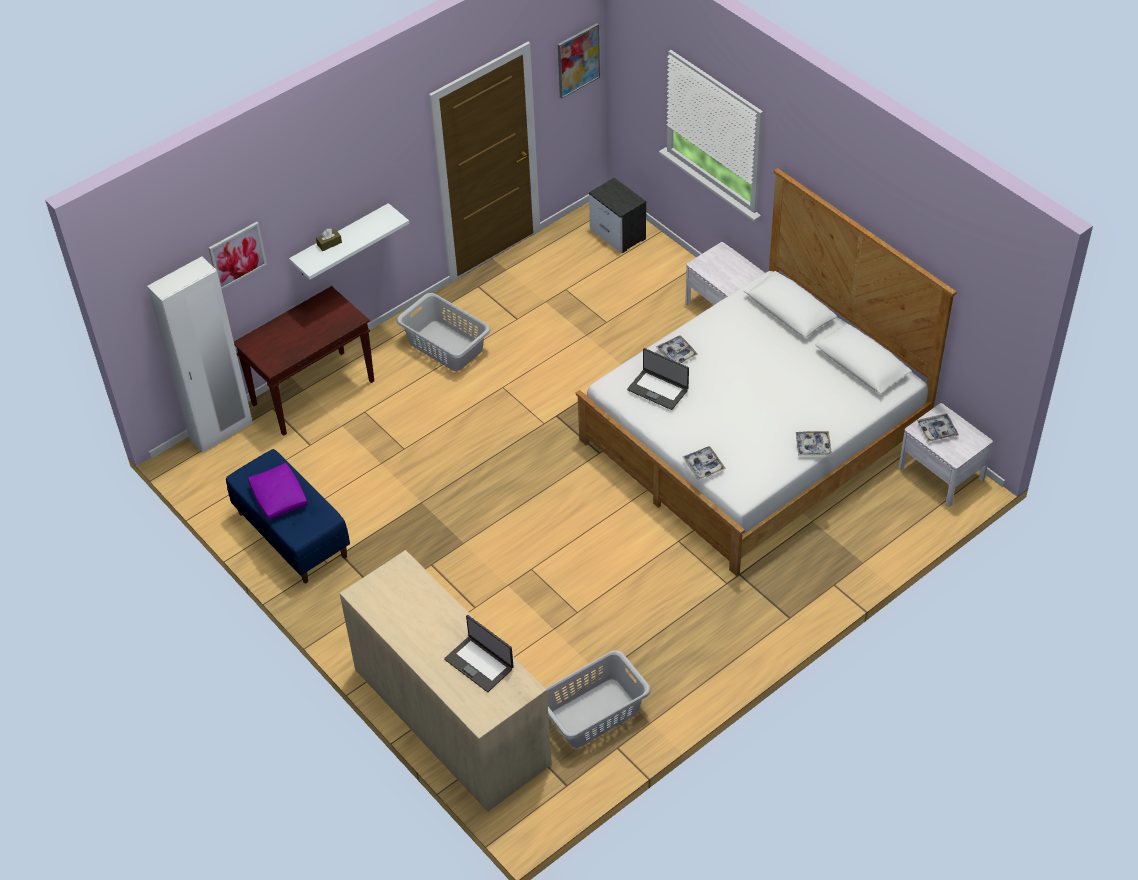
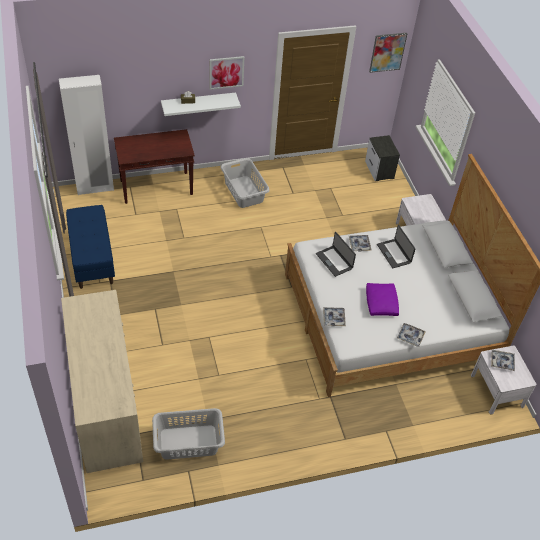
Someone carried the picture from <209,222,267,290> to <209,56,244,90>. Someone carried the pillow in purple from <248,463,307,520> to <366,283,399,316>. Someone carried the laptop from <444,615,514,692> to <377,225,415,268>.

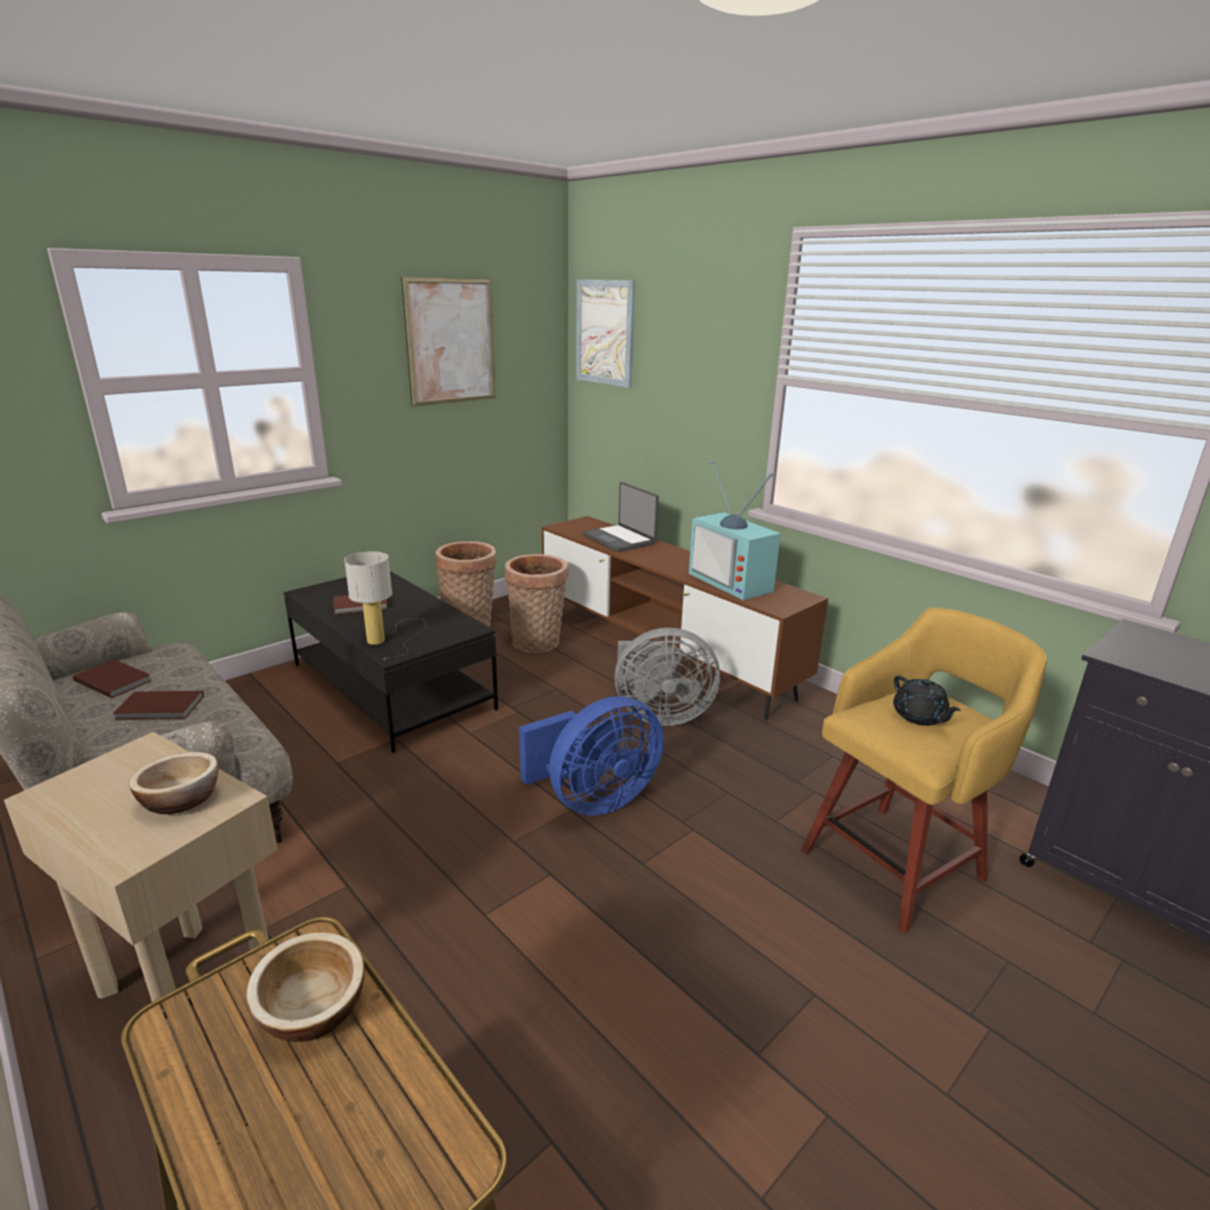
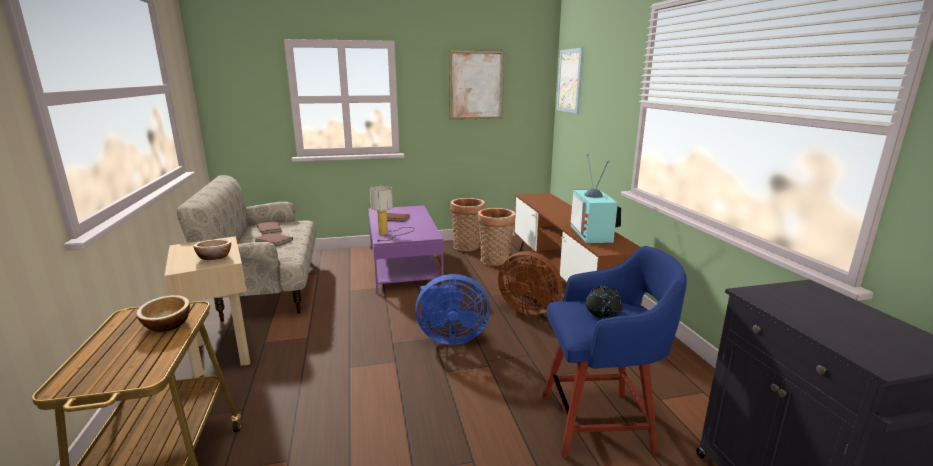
Someone took away the laptop at <583,482,659,552>. Someone repainted the coffee table in black at <283,571,498,753>, which became the coffee table in purple at <368,205,444,293>. Someone repainted the stool in yellow at <801,608,1047,934>, which became the stool in blue at <542,246,687,457>. Someone repainted the fan in grey at <614,628,720,726>, which became the fan in brown at <498,251,562,315>.

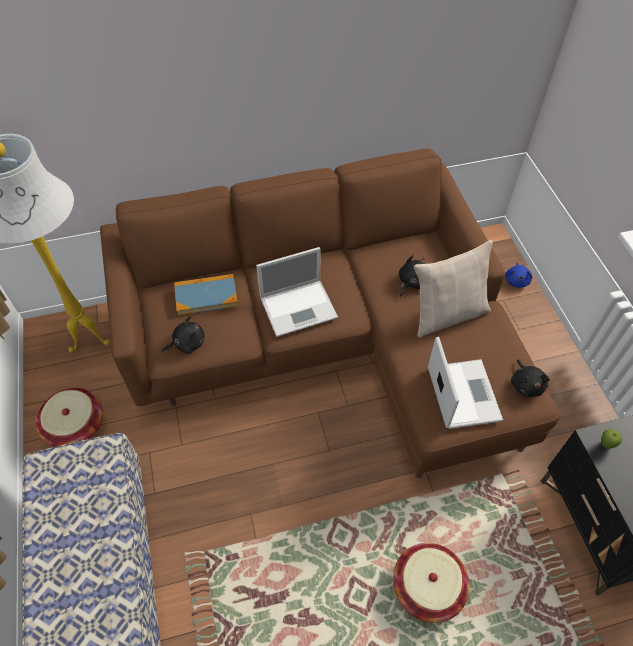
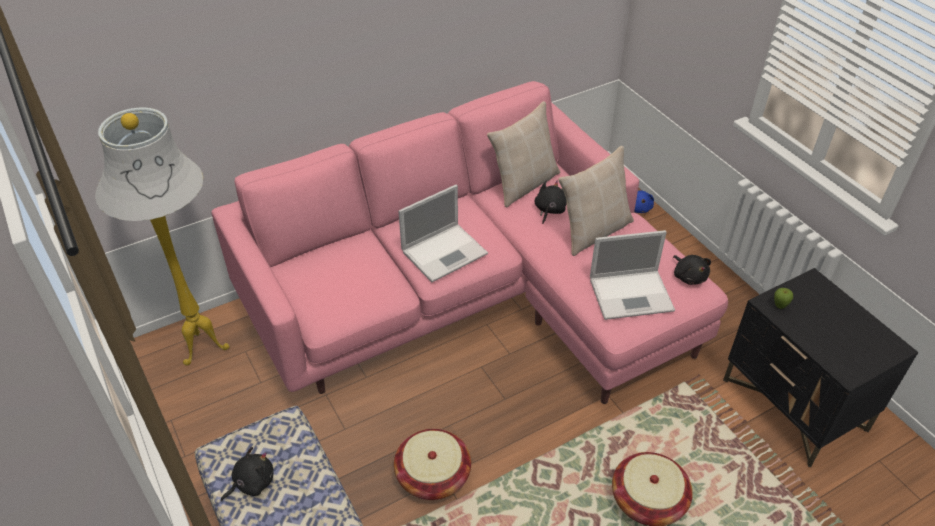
Someone repainted the sofa in brown at <100,148,559,478>, which became the sofa in pink at <211,81,728,404>. Someone took away the book at <174,274,238,316>. Someone carried the plush toy in black from <161,316,204,354> to <221,447,274,501>. Someone rotated the laptop at <428,337,503,429> by 105 degrees clockwise. Someone carried the basket from <36,388,103,447> to <394,429,471,500>. Someone put down the pillow in beige at <487,101,560,207>.

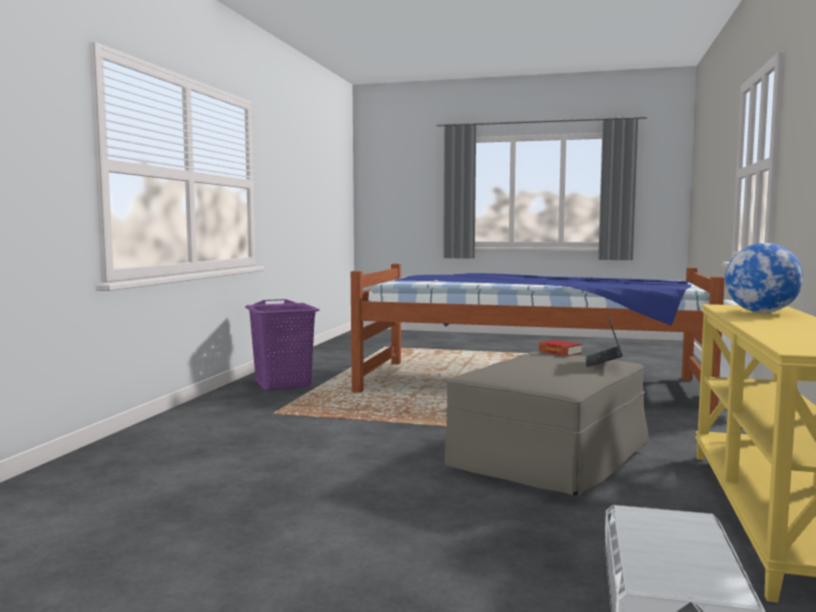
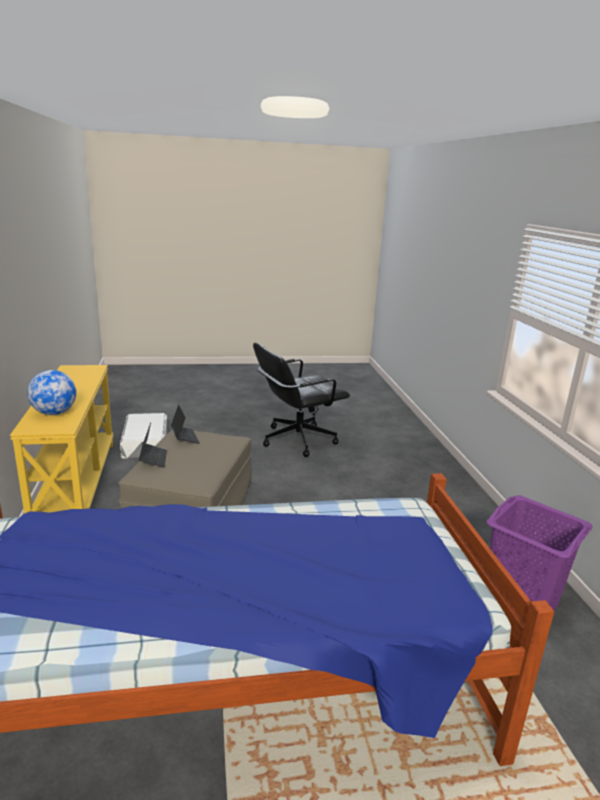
Someone took away the book at <539,340,582,356>. Someone put down the office chair in black at <253,343,350,457>. Someone put down the laptop at <171,404,200,444>.

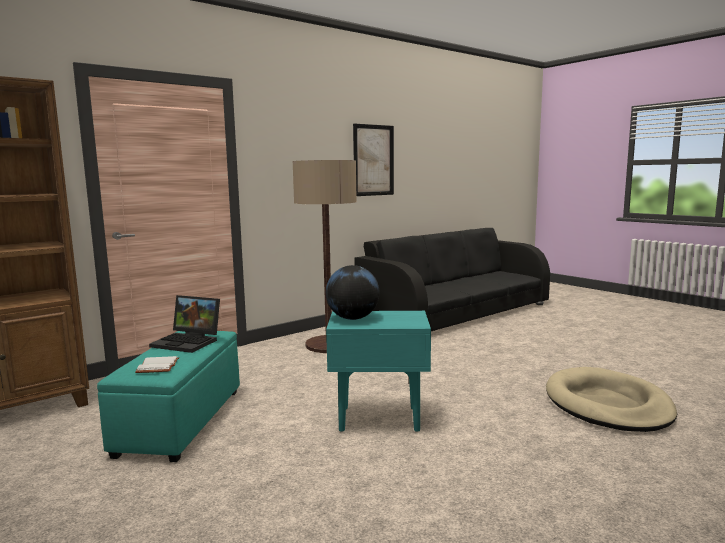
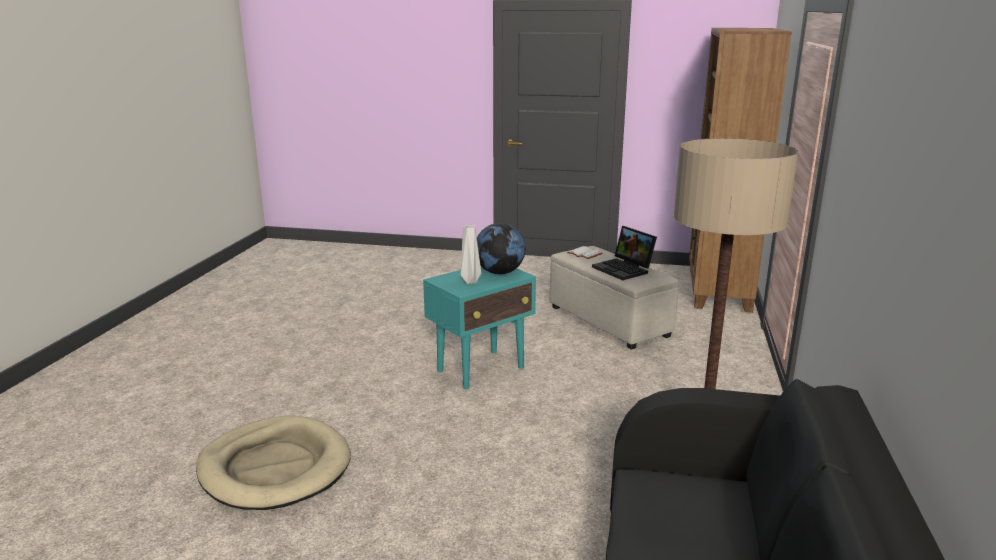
Someone took away the picture at <353,124,394,196>. Someone rotated the laptop at <149,295,220,353> by 105 degrees counterclockwise. Someone repainted the ottoman in turquoise at <97,331,240,462>, which became the ottoman in beige at <550,246,679,350>. Someone put down the vase in grey at <461,225,481,284>.

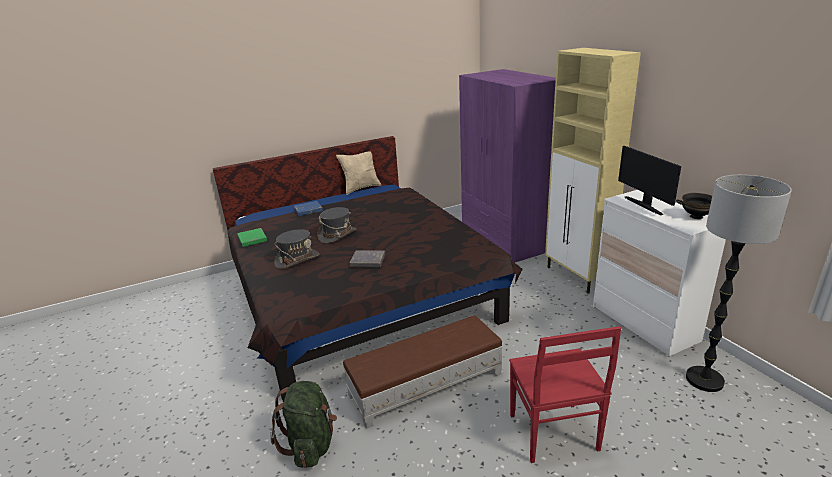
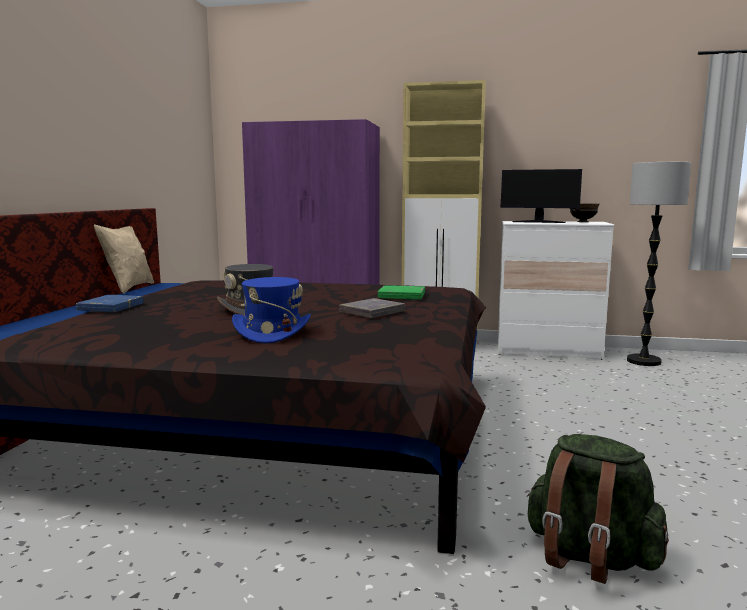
Someone carried the book in green from <237,228,267,247> to <378,285,425,299>. Someone repainted the hat in grey at <274,229,319,269>, which became the hat in blue at <232,277,311,343>. Someone took away the ottoman in brown at <343,315,503,429>. Someone took away the chair in red at <509,326,621,463>.

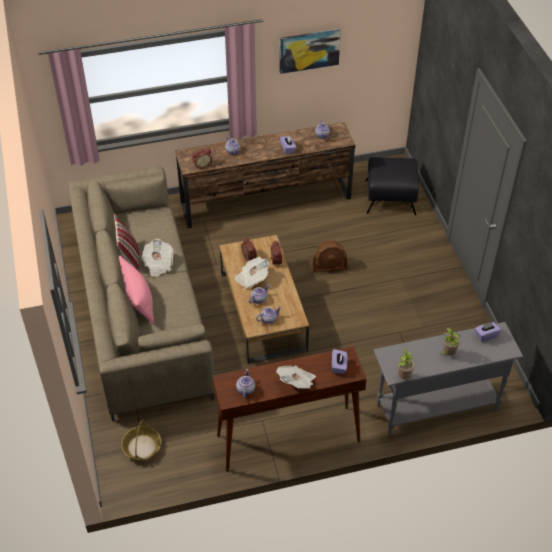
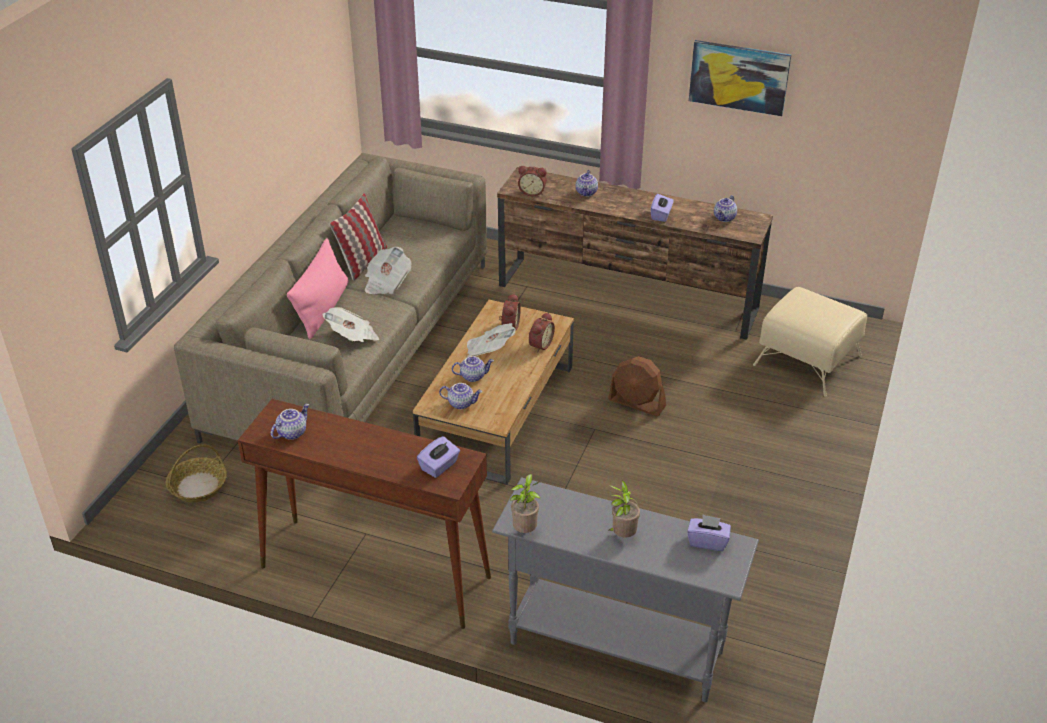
Someone repainted the ottoman in black at <366,157,419,215>, which became the ottoman in beige at <753,287,867,397>. Someone carried the newspaper from <276,365,316,389> to <322,307,379,342>.

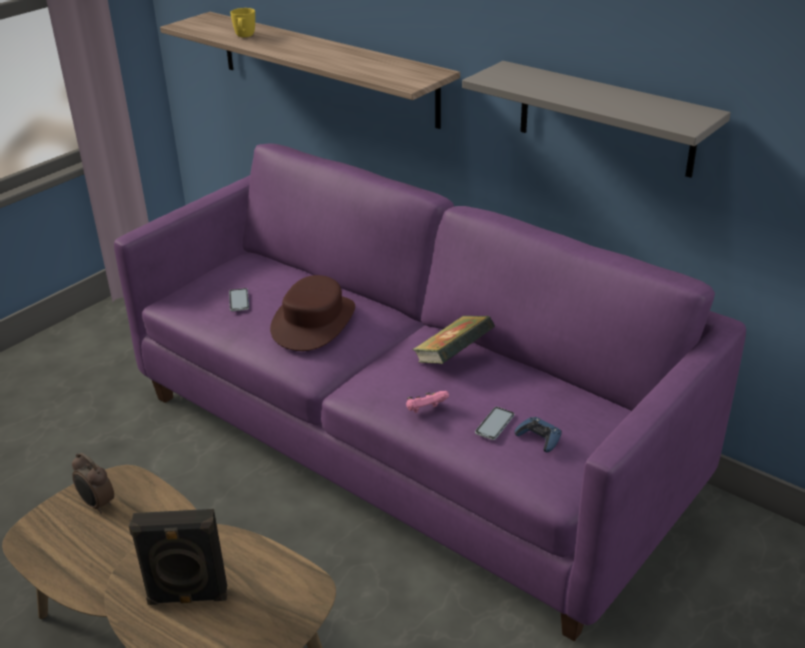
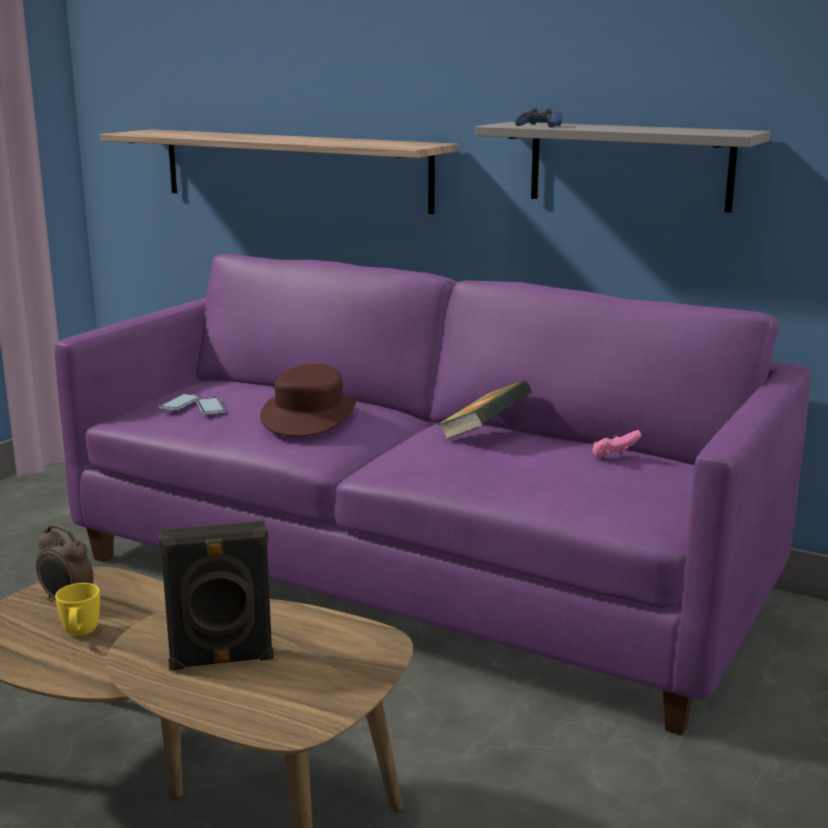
Someone carried the mug in yellow from <230,8,255,38> to <55,583,100,636>. Someone carried the game controller in pink from <406,391,449,413> to <592,430,641,459>. Someone carried the phone from <475,407,515,440> to <159,393,201,410>. Someone carried the game controller in blue from <515,417,562,452> to <515,108,563,127>.

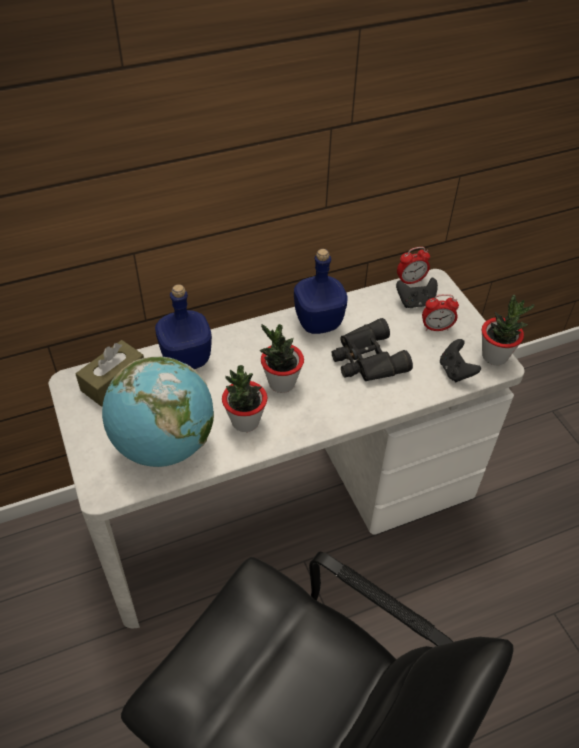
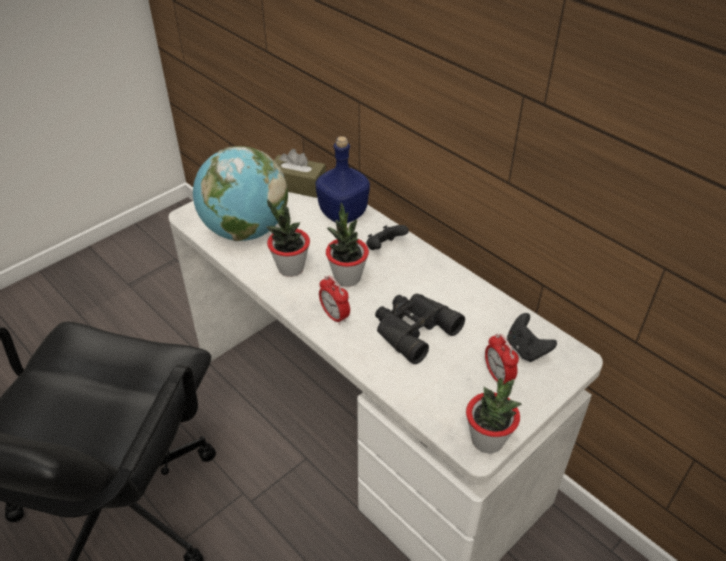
Someone carried the alarm clock from <397,247,430,284> to <319,276,350,325>. Someone took away the bottle in blue at <294,249,348,334>. Someone carried the game controller in black from <440,339,481,382> to <366,225,409,250>.

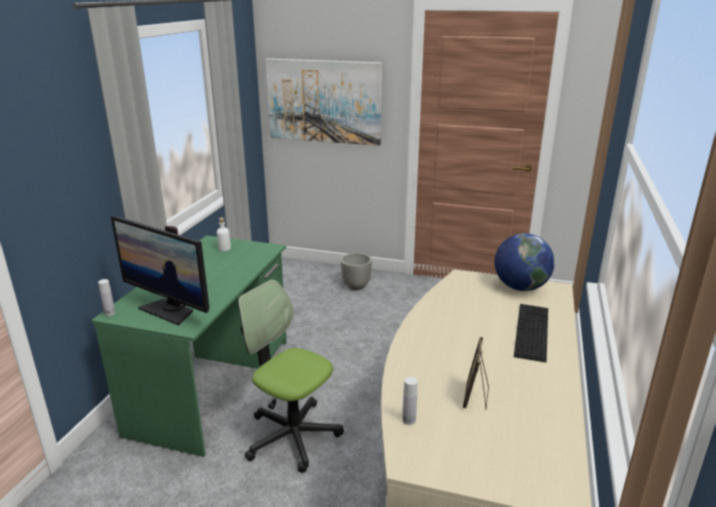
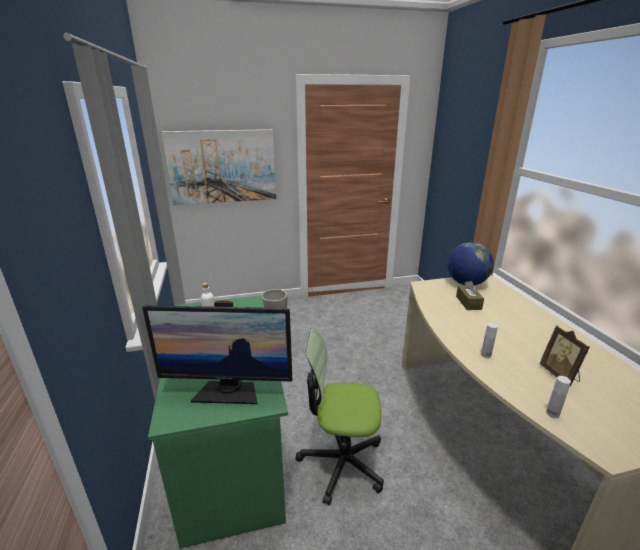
Someone carried the bottle in white from <98,279,115,316> to <481,323,498,358>. Someone took away the keyboard at <514,304,548,362>. Someone put down the tissue box in brown at <456,281,484,310>.

